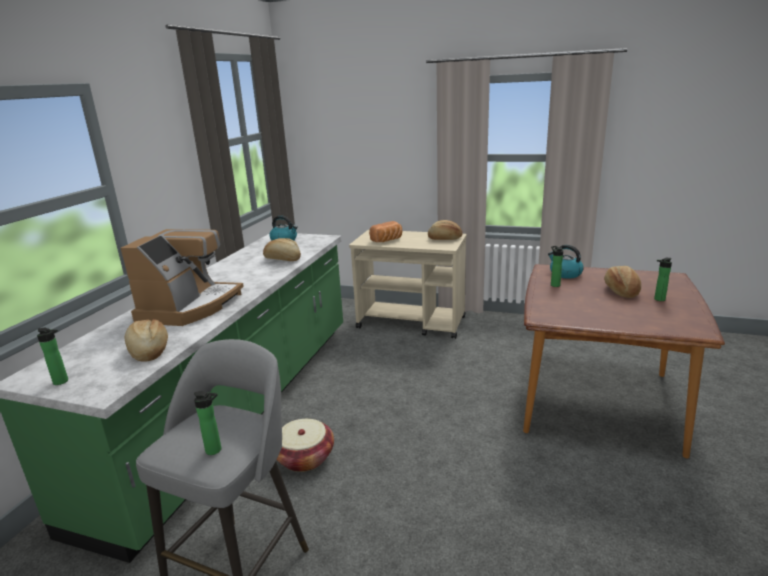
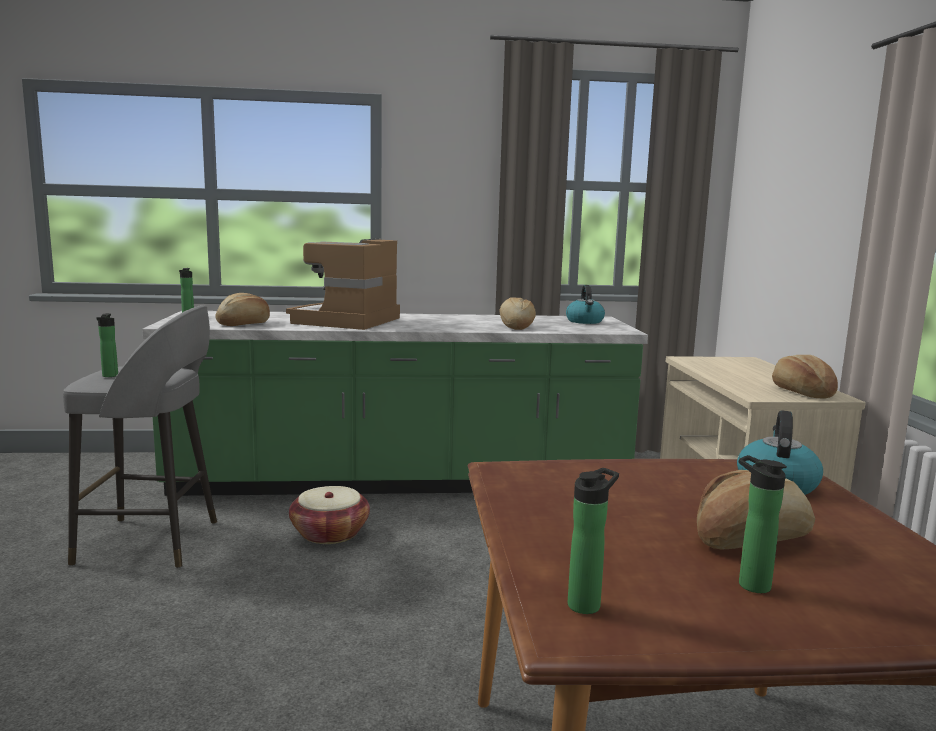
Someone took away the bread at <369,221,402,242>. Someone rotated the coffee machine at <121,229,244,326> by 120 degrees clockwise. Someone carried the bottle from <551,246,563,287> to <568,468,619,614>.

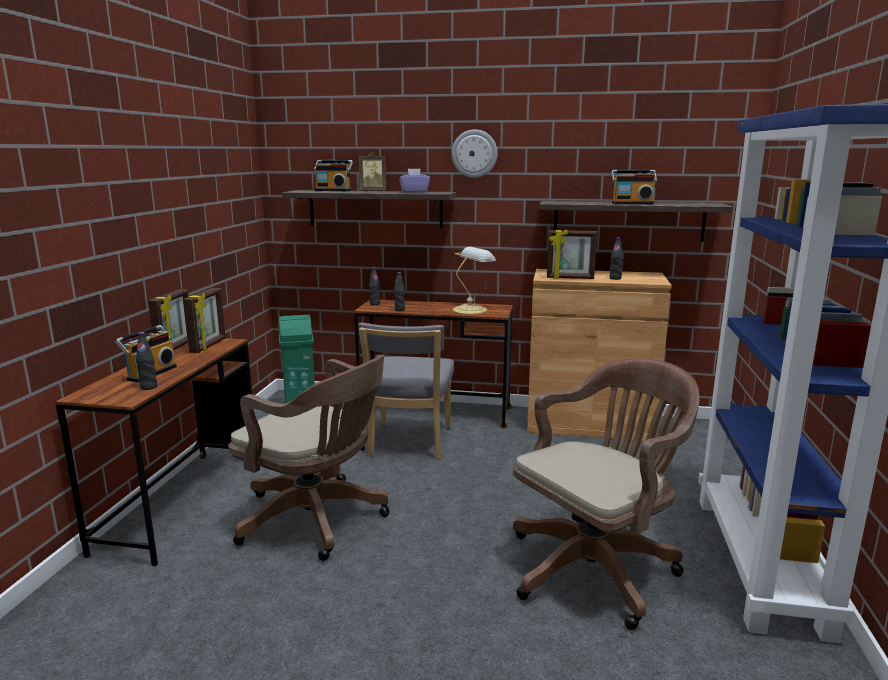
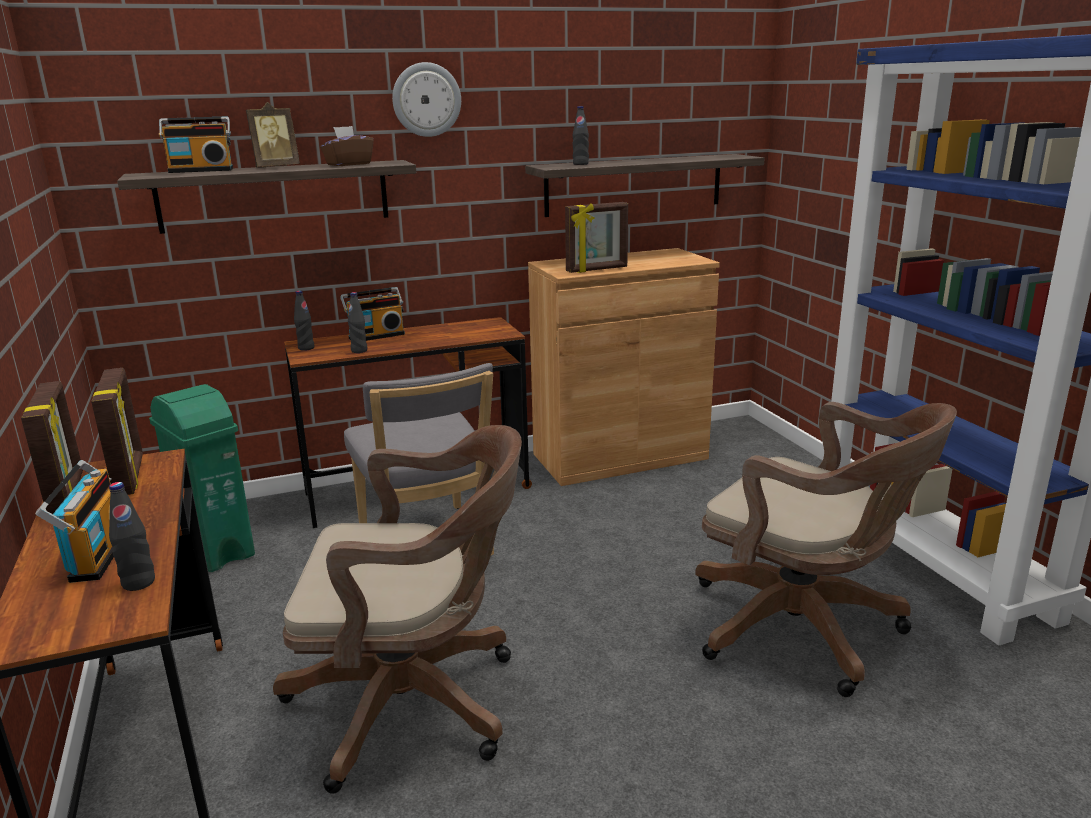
Someone repainted the tissue box in purple at <399,168,430,193>, which became the tissue box in brown at <320,126,374,166>. Someone carried the radio from <611,170,657,204> to <340,287,405,341>. Someone carried the bottle in black from <609,237,623,280> to <573,106,589,165>. Someone took away the table lamp at <453,247,496,314>. Someone rotated the office chair in brown at <513,358,700,630> by 105 degrees clockwise.

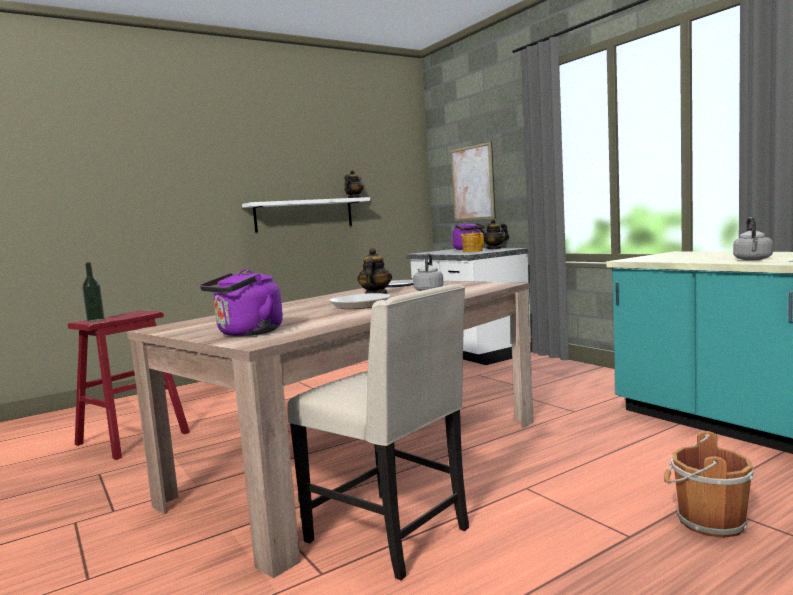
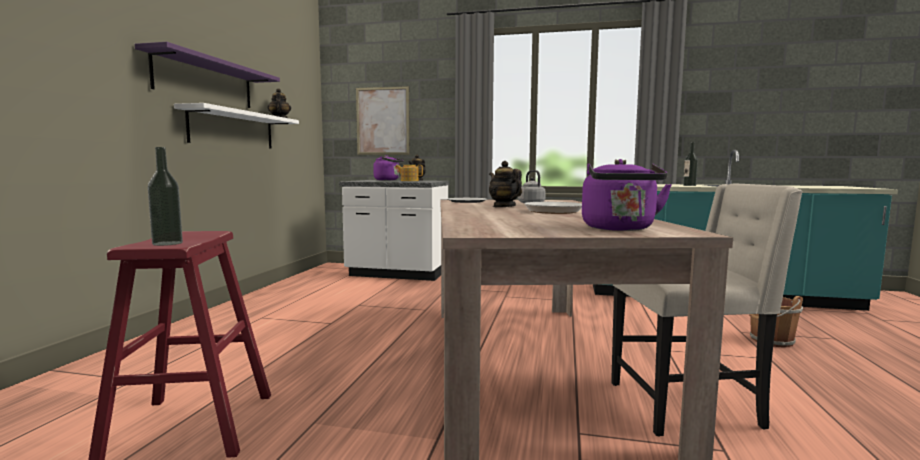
Someone swapped the kettle in grey at <733,217,773,260> for the bottle at <683,142,698,186>. Someone put up the shelf in purple at <135,42,280,108>.

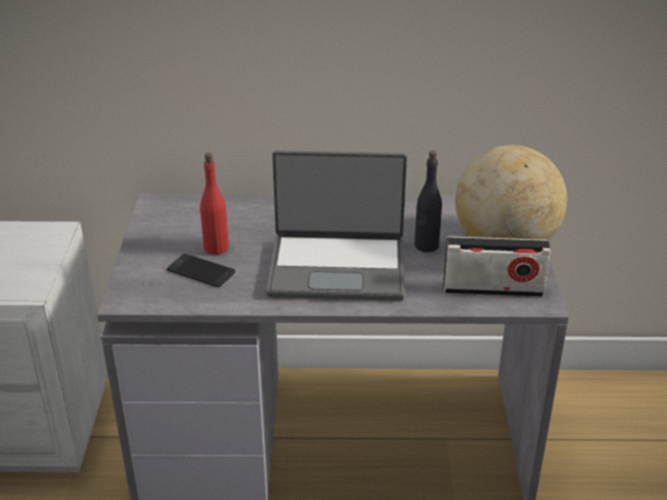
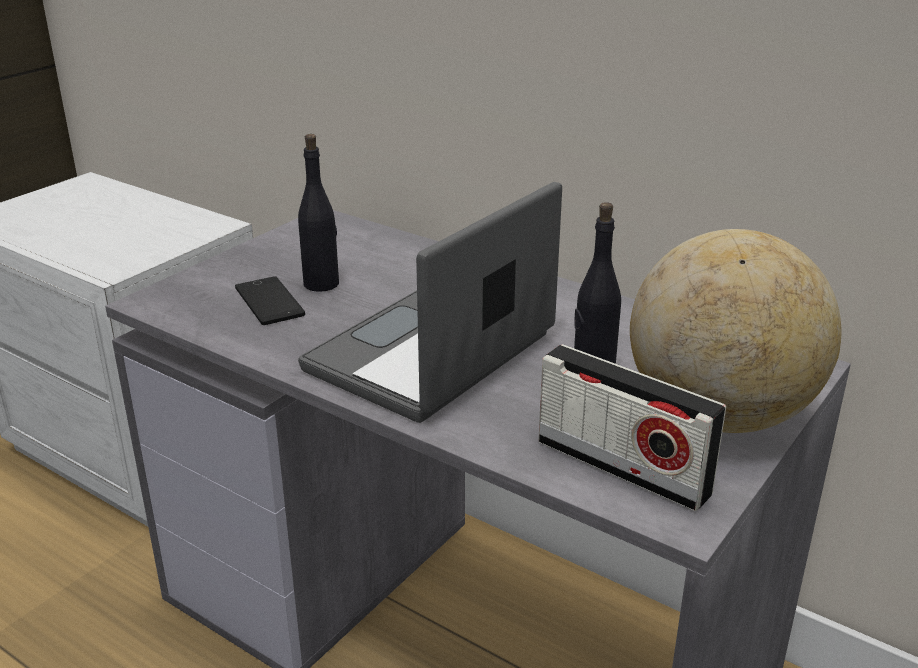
Someone rotated the laptop at <266,150,407,301> by 90 degrees clockwise. Someone repainted the bottle in red at <200,153,229,255>, which became the bottle in black at <298,134,339,292>.

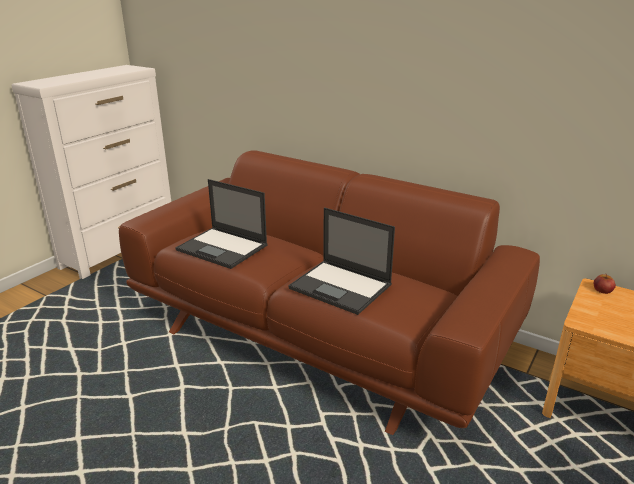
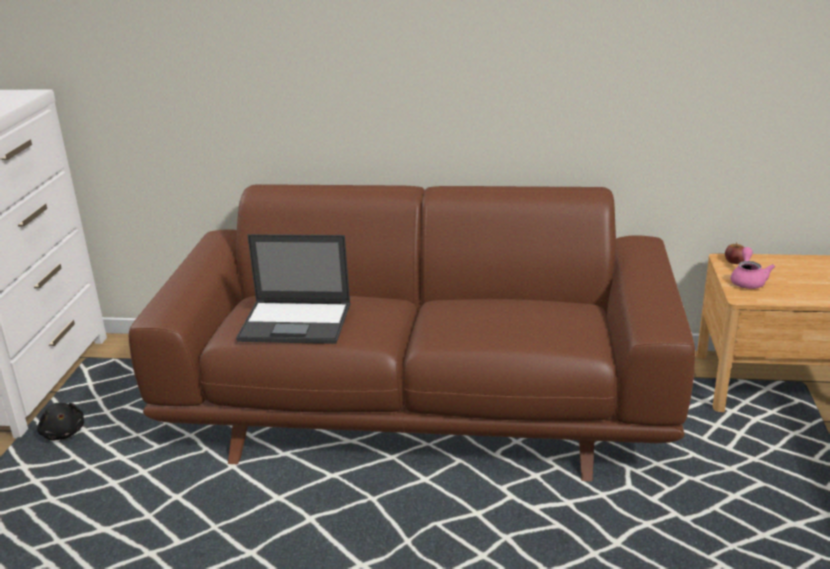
Someone took away the laptop at <288,207,395,315>. Someone put down the teapot in pink at <730,247,775,289>. Someone put down the plush toy in black at <37,403,84,440>.

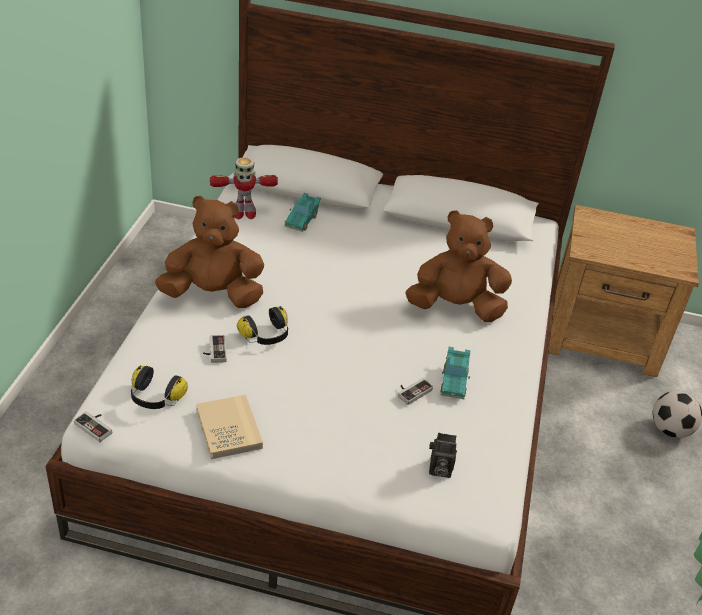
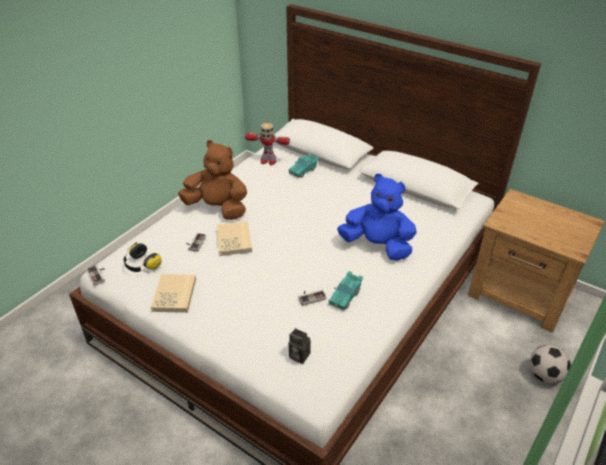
Someone repainted the plush toy in brown at <405,210,512,322>, which became the plush toy in blue at <337,174,417,261>. Someone swapped the headphones at <237,306,288,345> for the book in beige at <217,221,252,256>.

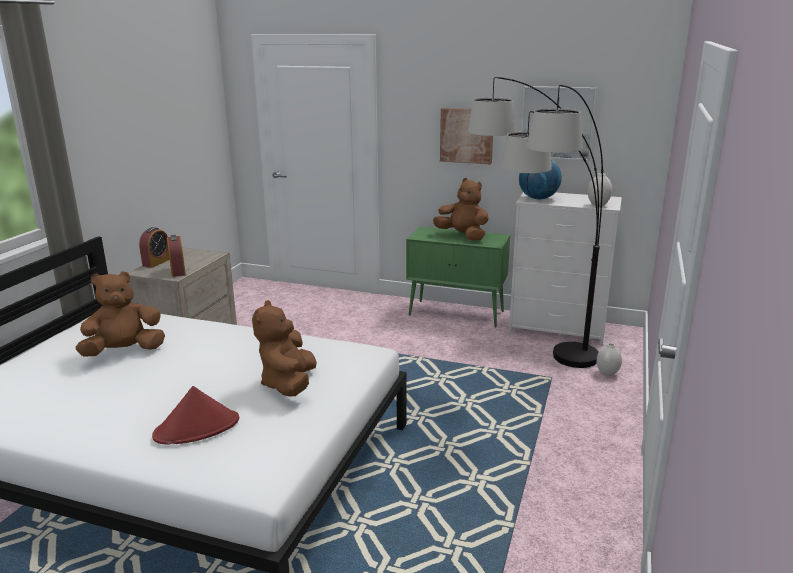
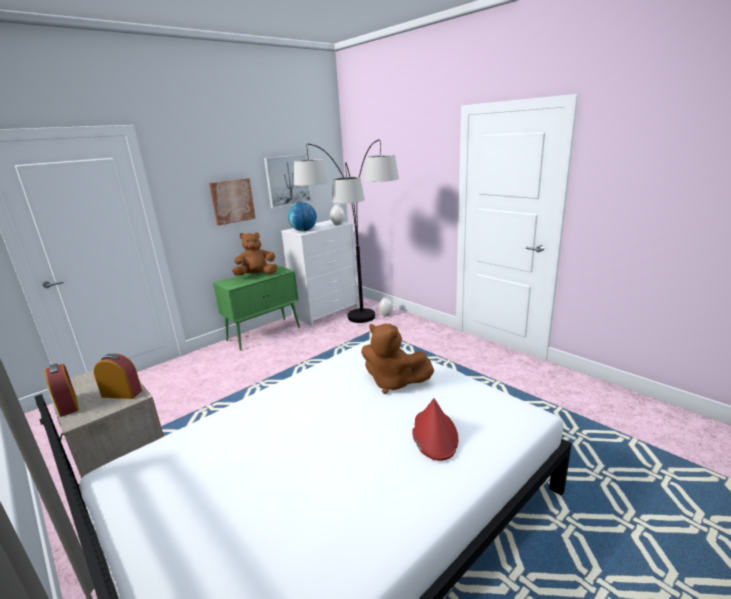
Someone took away the plush toy in brown at <75,271,165,357>.

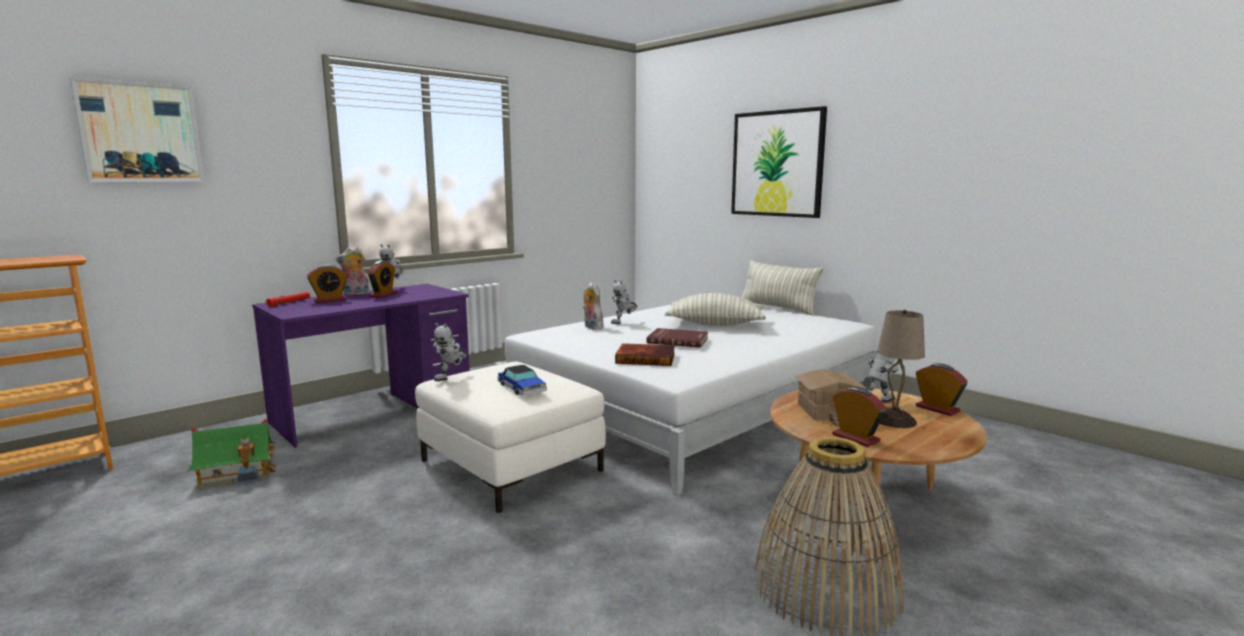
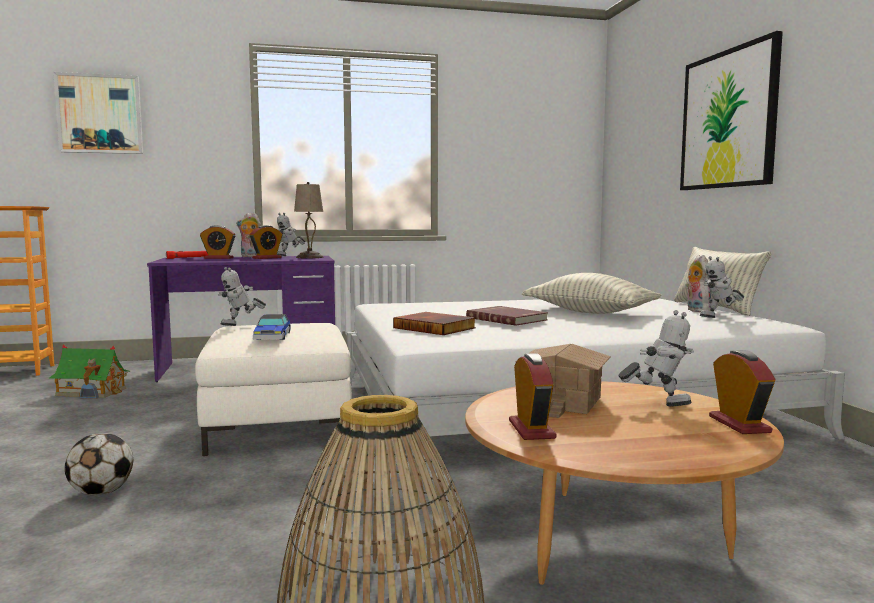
Someone carried the toy robot from <611,280,638,324> to <700,256,744,318>. Someone carried the plush toy from <583,282,605,330> to <686,255,711,312>. Someone carried the table lamp in beige from <877,310,925,428> to <294,182,324,258>. Someone put down the football at <65,433,134,495>.

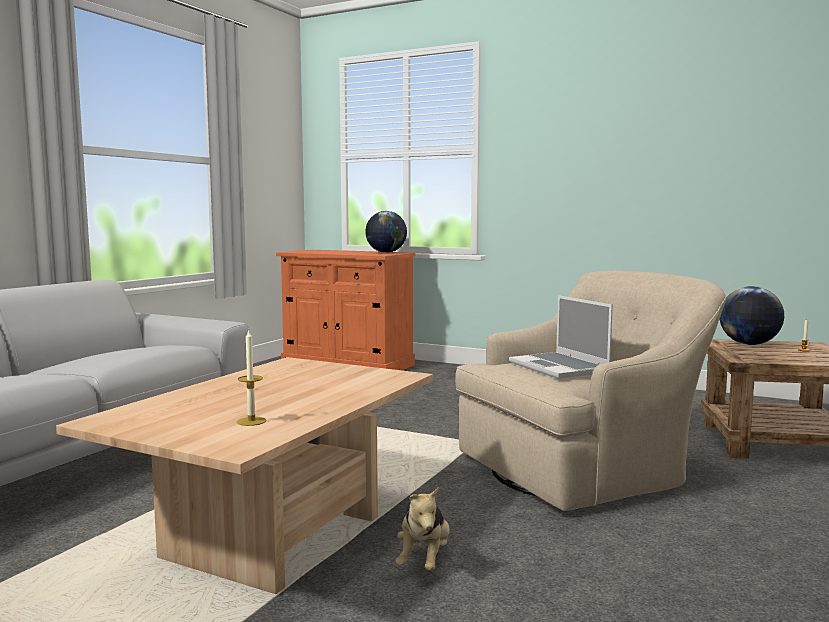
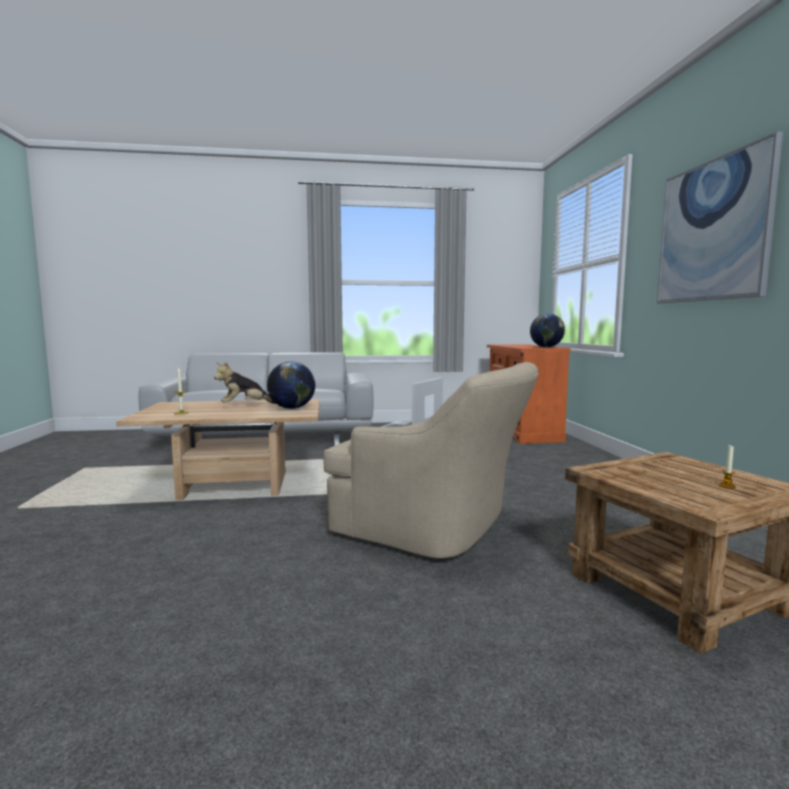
Someone carried the globe from <719,286,784,345> to <267,361,315,409>. Someone carried the plush toy from <396,486,450,571> to <214,362,276,404>. Someone put up the picture at <657,132,783,303>.

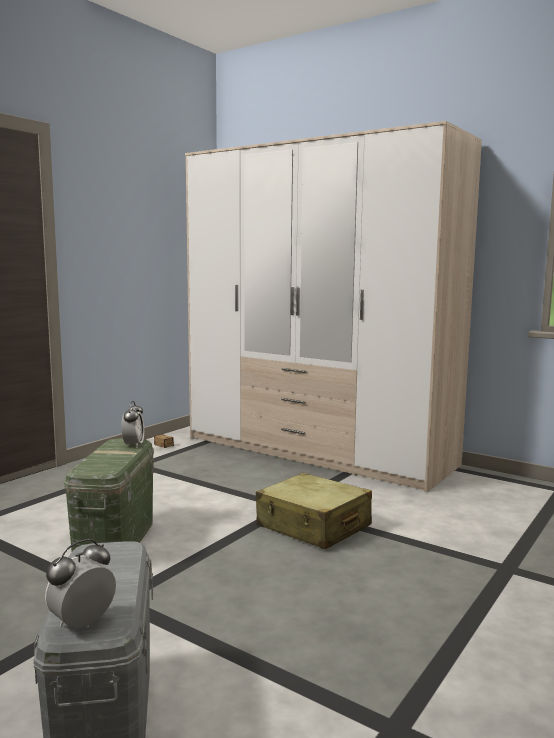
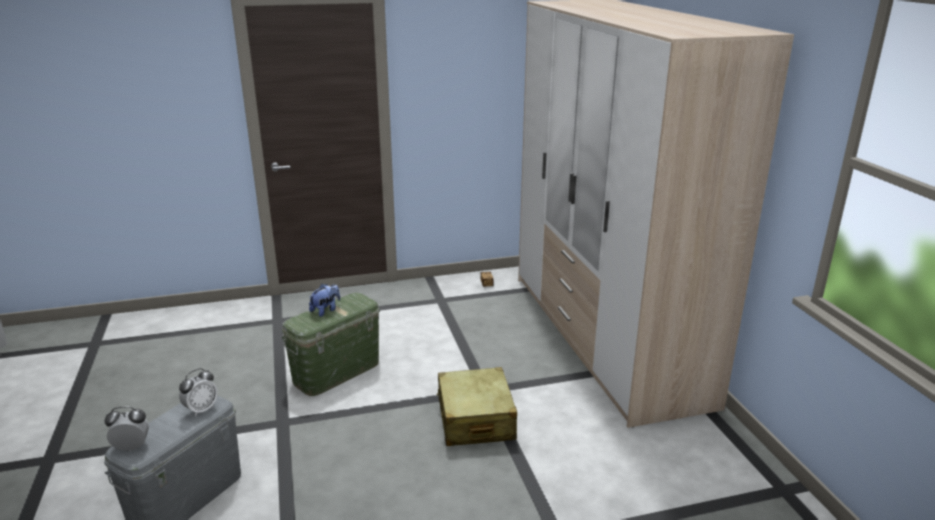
Someone carried the alarm clock from <121,401,144,448> to <179,368,218,416>. Someone put down the plush toy at <309,284,340,317>.

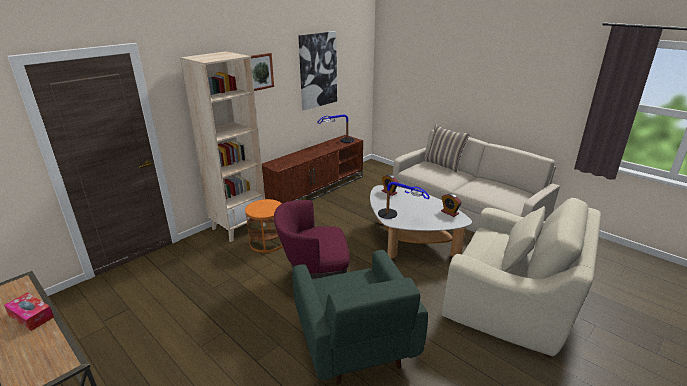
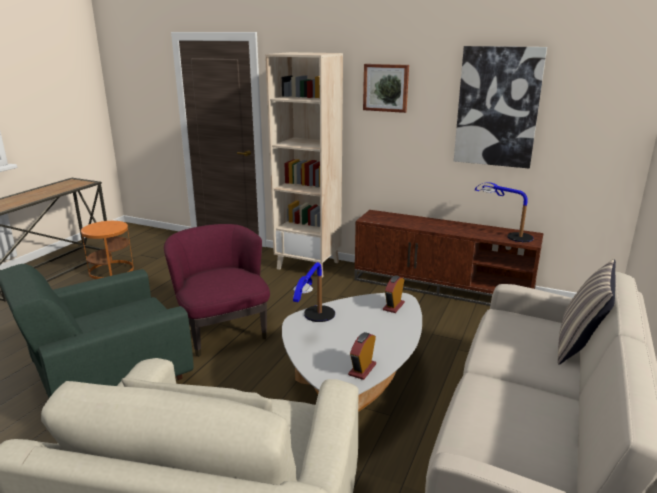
Someone carried the side table in orange from <245,199,283,253> to <81,221,134,279>. Someone took away the tissue box at <4,292,54,331>.

